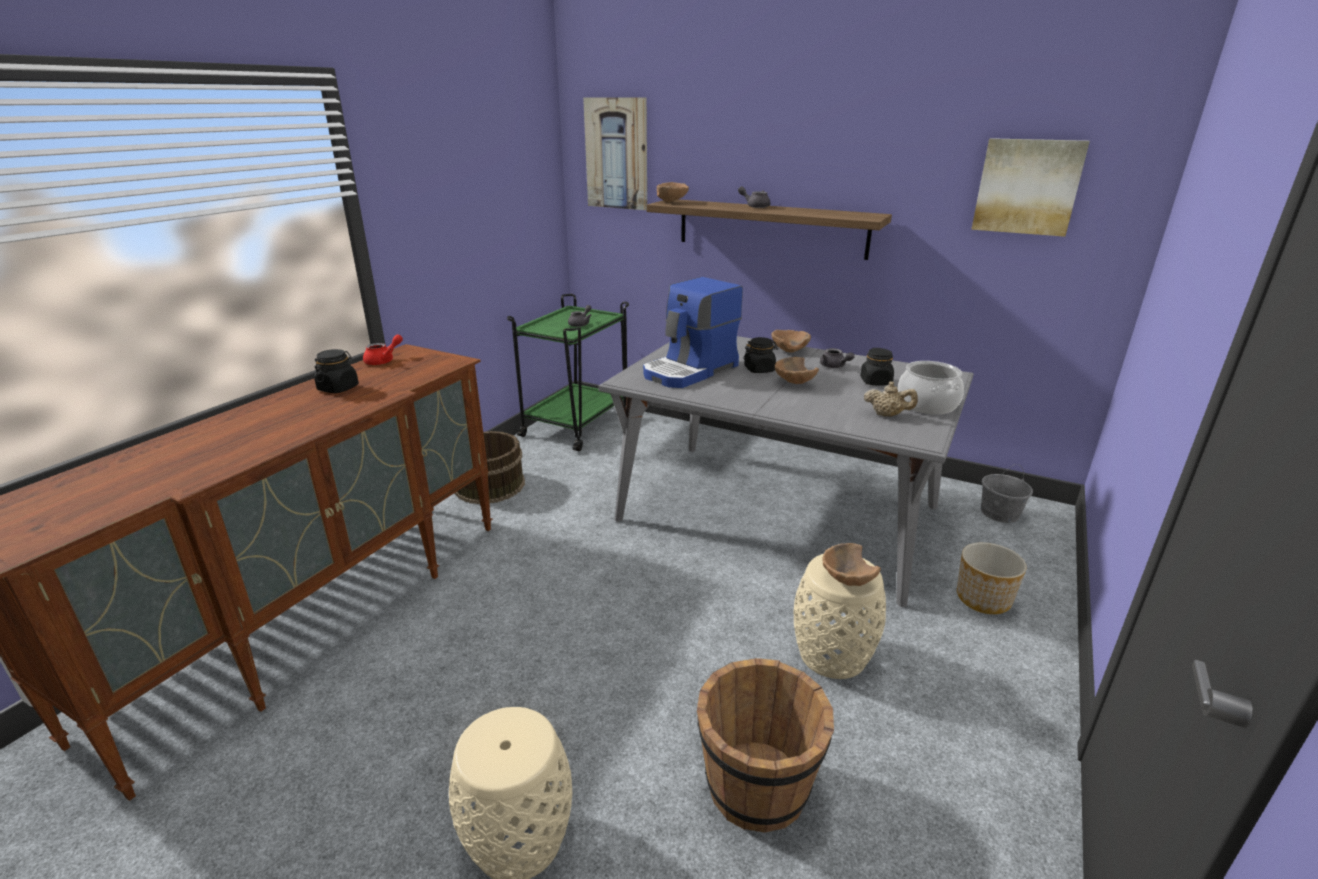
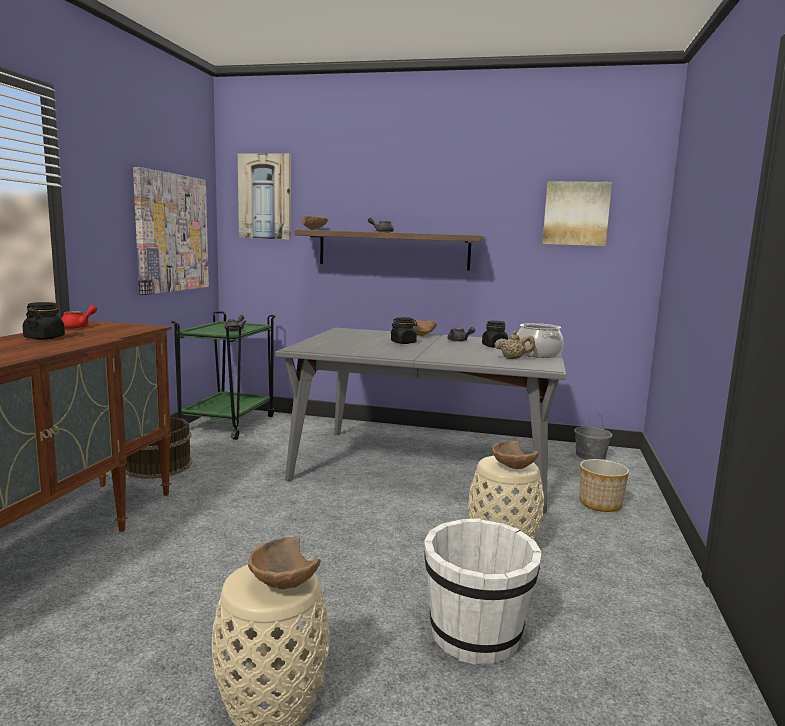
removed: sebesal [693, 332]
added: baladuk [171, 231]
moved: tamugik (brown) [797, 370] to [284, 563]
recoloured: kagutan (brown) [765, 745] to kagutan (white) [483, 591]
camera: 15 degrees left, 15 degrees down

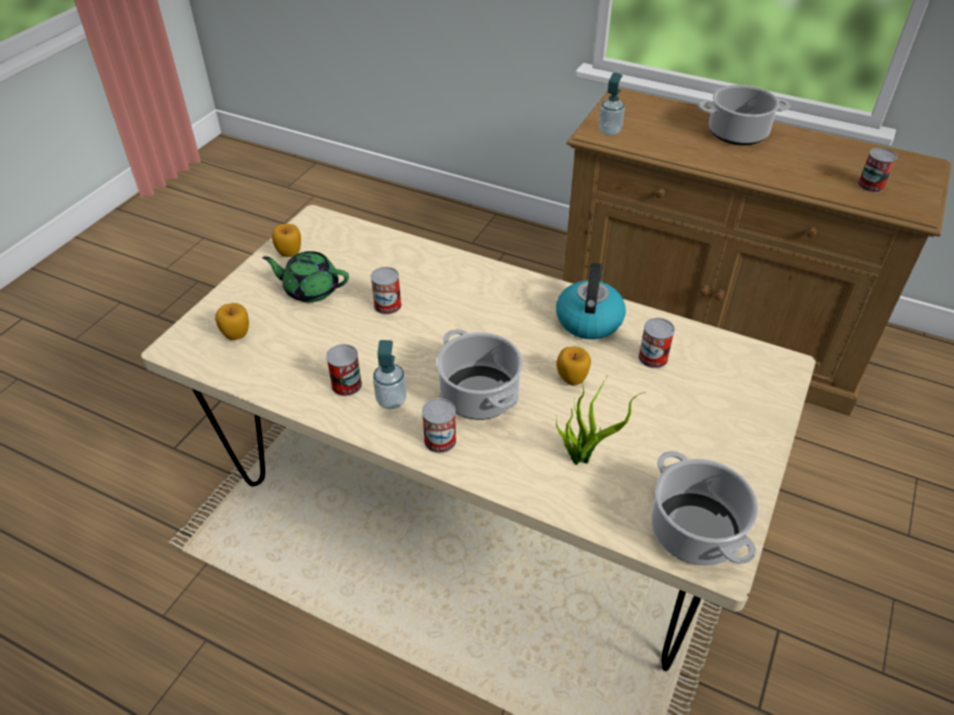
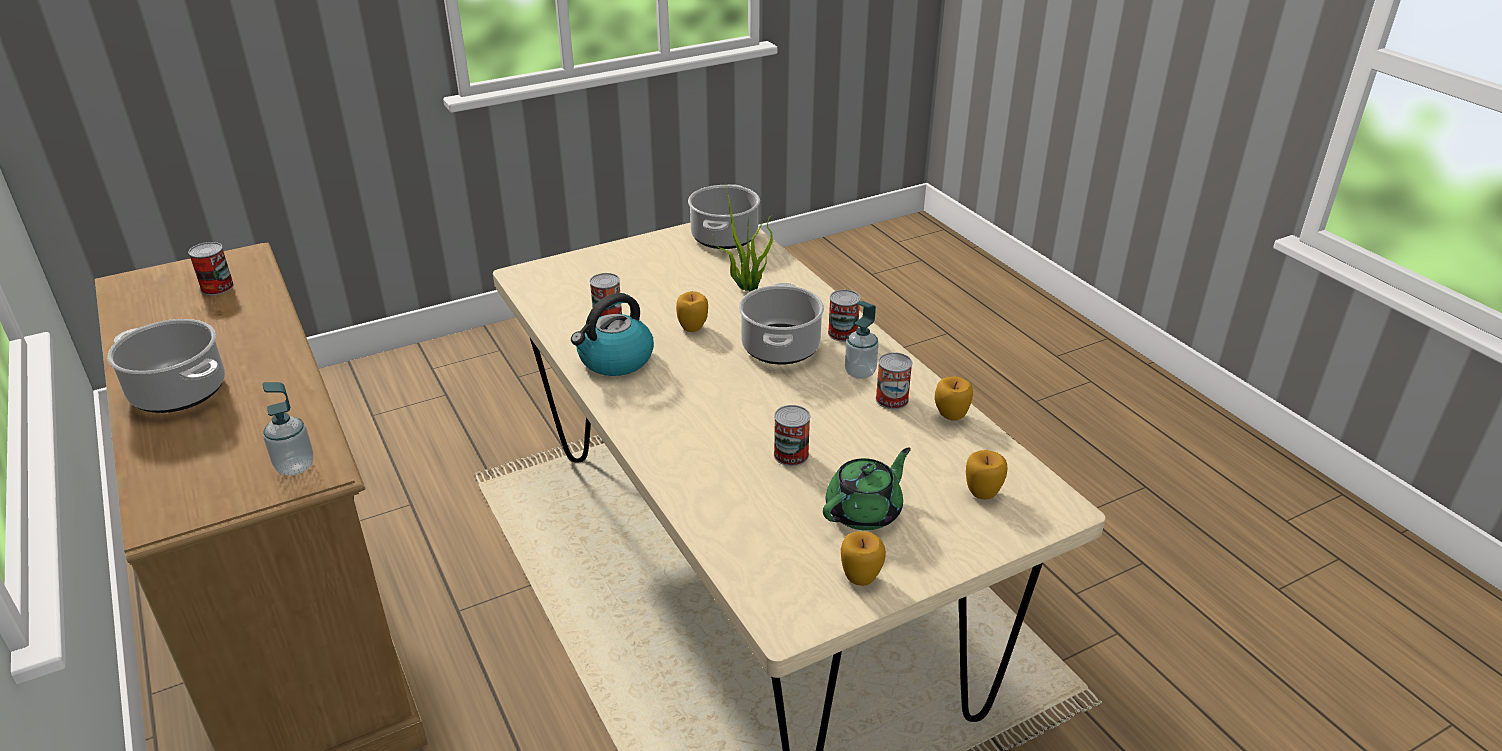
added: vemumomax [954, 399]
turned: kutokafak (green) [305, 276] = [867, 489] 90 degrees counterclockwise
camera: 145 degrees left, 10 degrees down

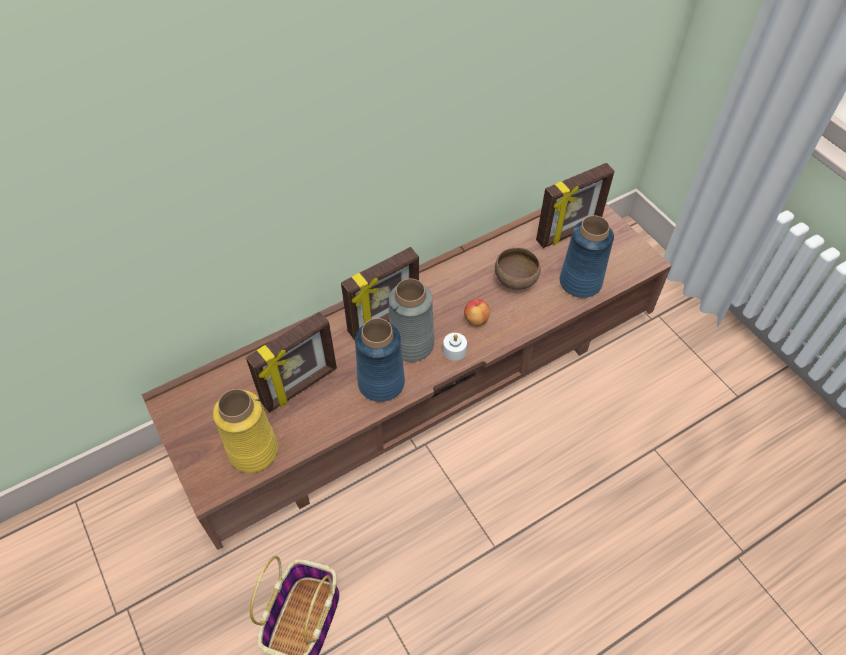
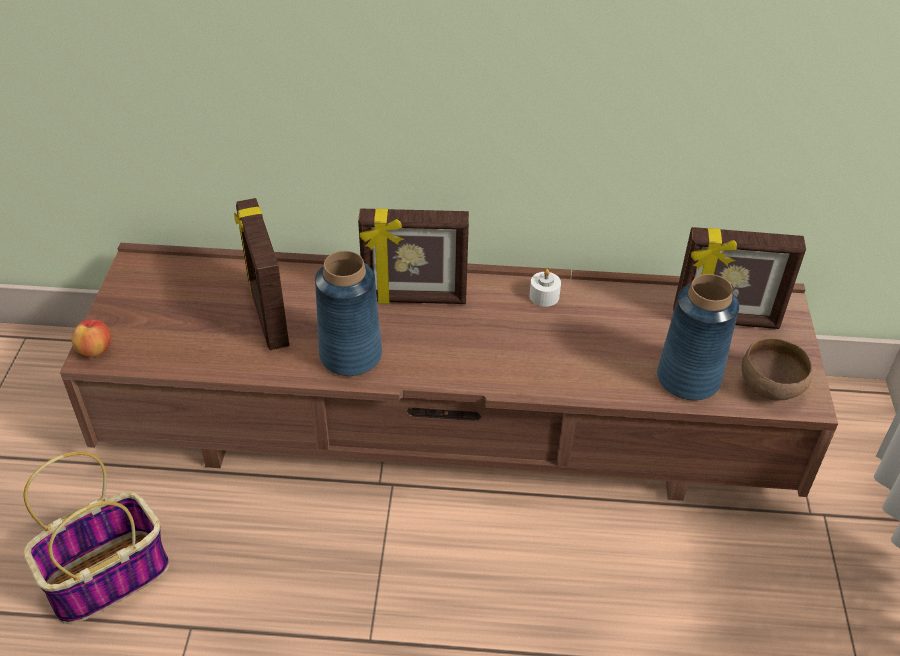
removed: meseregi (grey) [411, 320]; meseregi (yellow) [245, 431]
moved: tamugik (brown) [518, 268] to [777, 369]; vemumomax [477, 312] to [91, 338]; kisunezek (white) [455, 347] to [545, 288]
turned: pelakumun [291, 362] = [261, 274] 75 degrees clockwise
camera: 35 degrees right, 10 degrees down

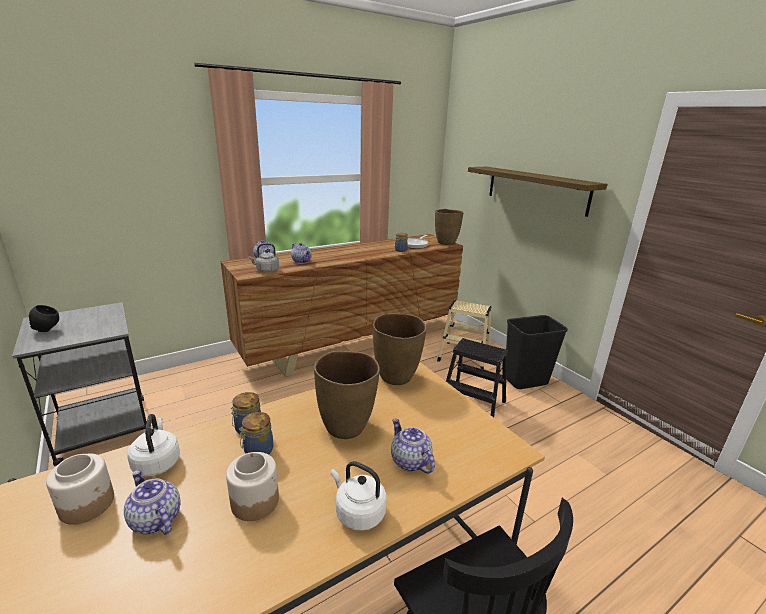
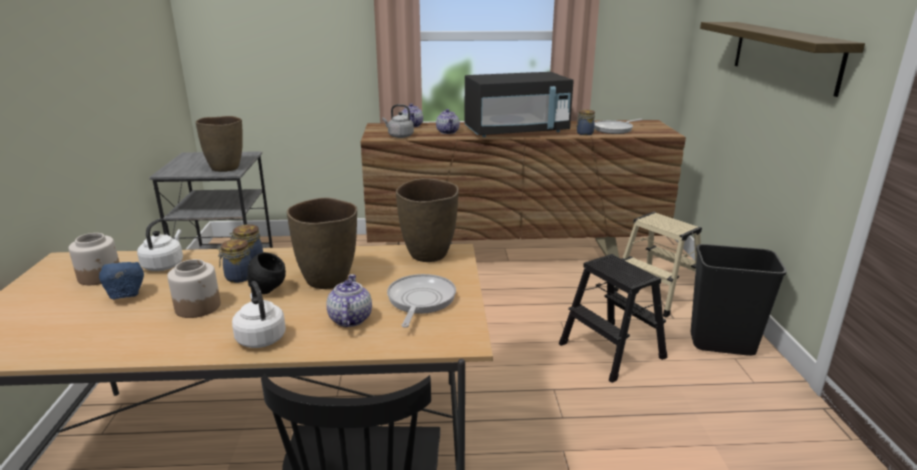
added: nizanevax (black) [519, 104]; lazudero [421, 301]
moved: meseregi (brown) [449, 227] to [219, 144]; tamugik (black) [44, 318] to [266, 273]
replaced: kutokafak [152, 502] to tamugik (blue) [121, 281]
camera: 30 degrees right, 0 degrees up

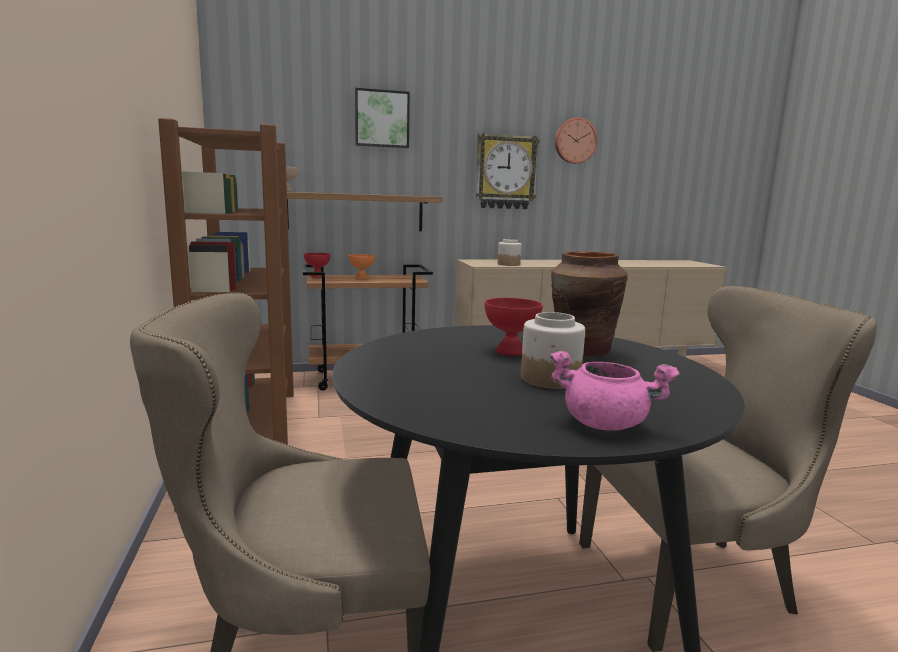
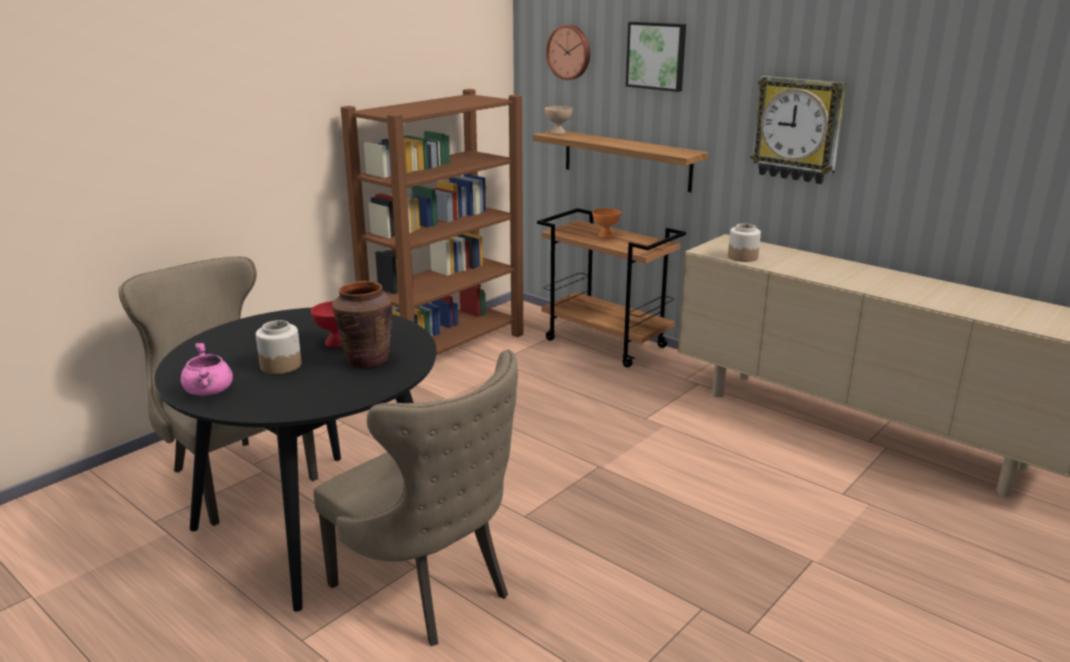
removed: tamugik (red) [317, 265]
moved: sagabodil [576, 140] to [568, 52]
camera: 55 degrees right, 10 degrees up

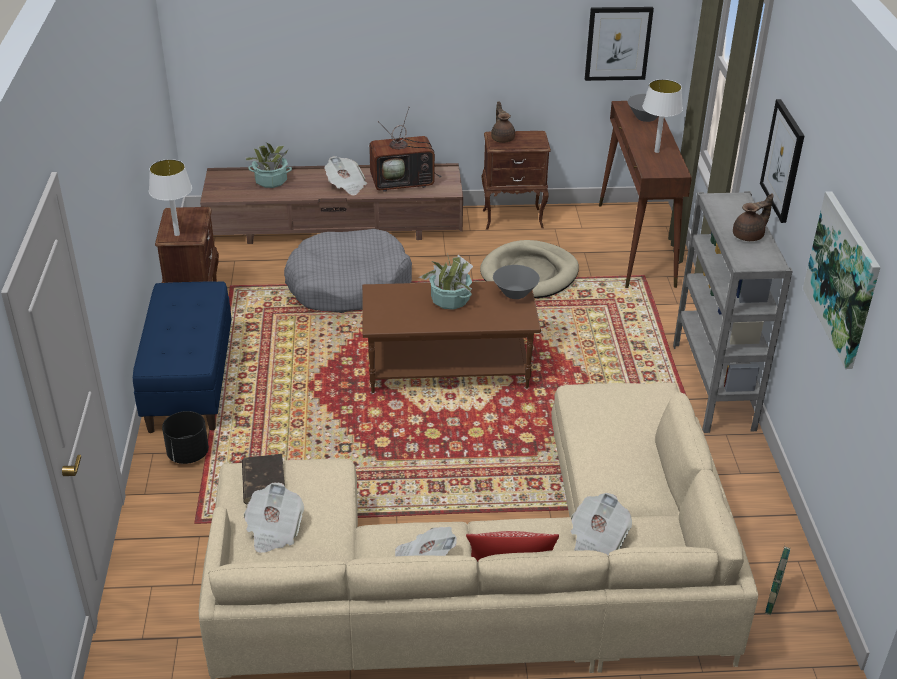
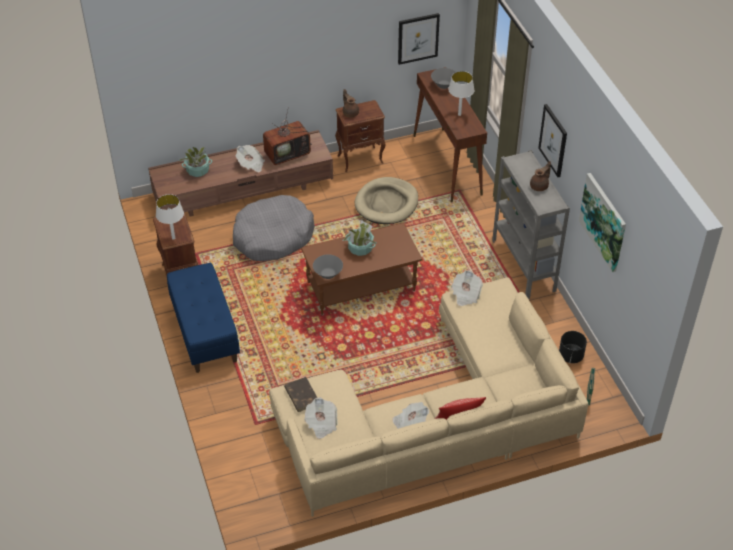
moved: tamugik (grey) [516, 282] to [328, 267]; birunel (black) [185, 437] to [573, 347]; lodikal [601, 524] to [467, 288]
camera: 15 degrees left, 10 degrees up

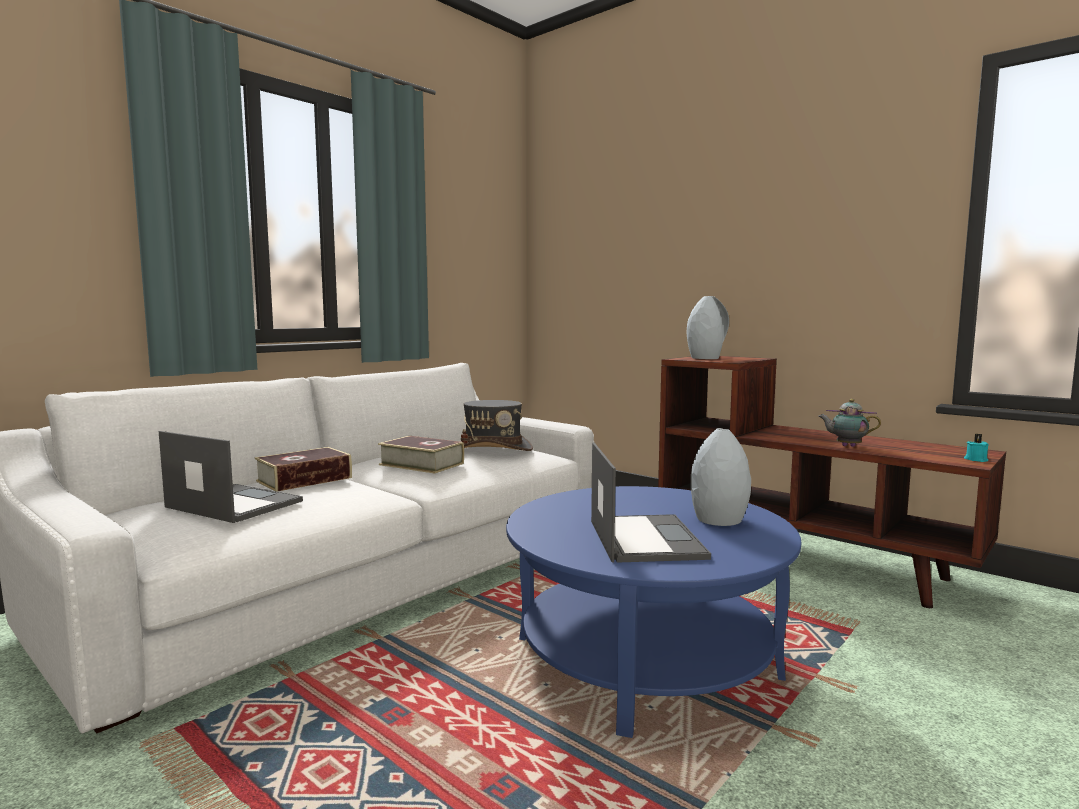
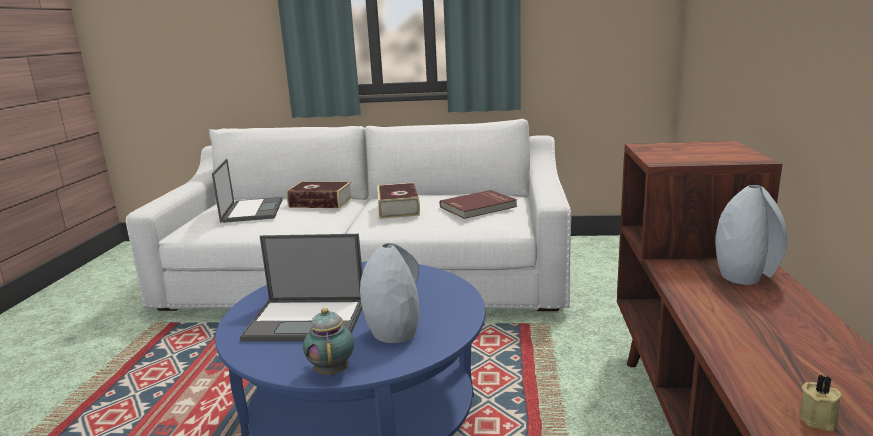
moved: meseregi (grey) [708, 327] to [751, 235]; kutokafak [850, 423] to [328, 341]
replaced: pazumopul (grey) [497, 425] to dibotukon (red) [478, 204]
recoloured: kisunezek (turquoise) [976, 448] to kisunezek (beige) [820, 403]
turned: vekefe [651, 502] = [301, 287] 45 degrees clockwise
camera: 55 degrees right, 10 degrees up

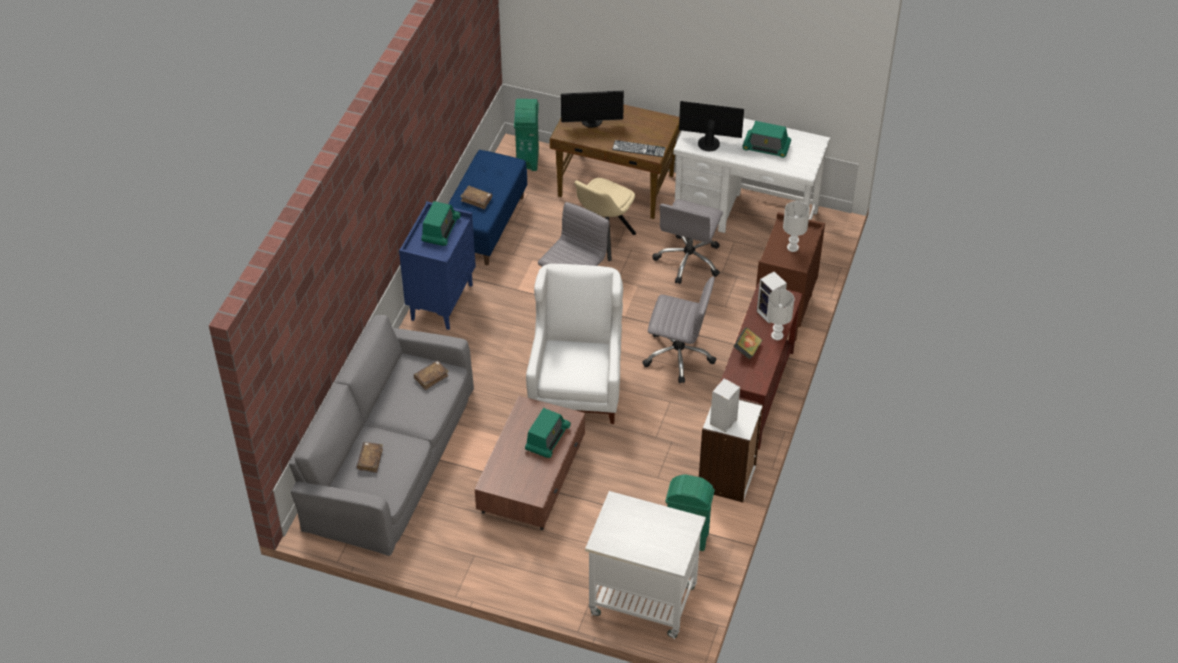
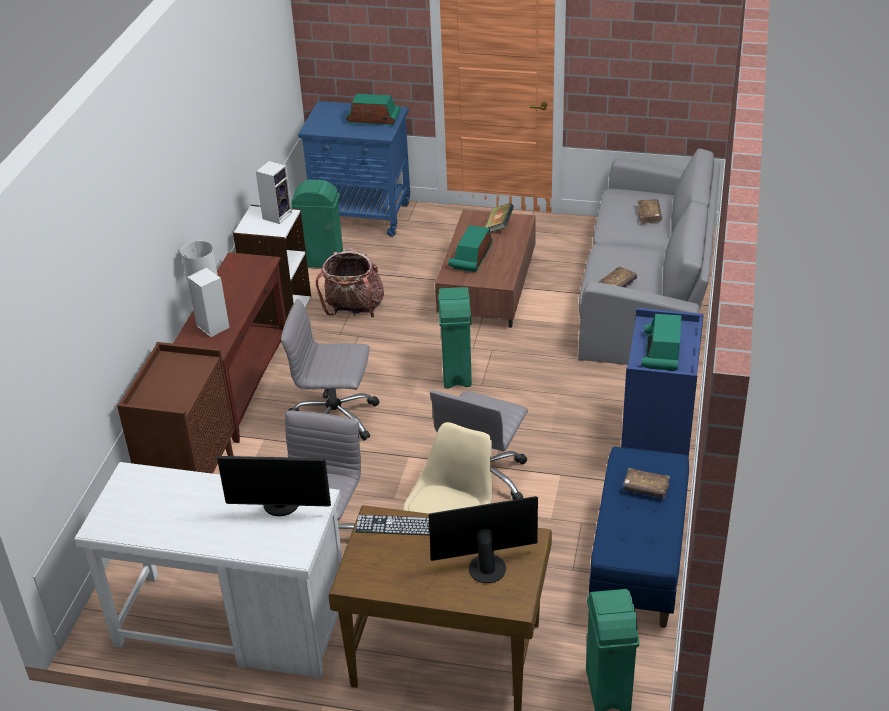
removed: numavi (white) [796, 226]
added: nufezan [350, 283]
moved: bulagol [767, 139] to [373, 110]; dibotukon [747, 343] to [499, 218]
replaced: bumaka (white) [574, 344] to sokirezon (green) [455, 337]
recoloured: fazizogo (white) [645, 565] to fazizogo (blue) [354, 169]
camera: 175 degrees right, 10 degrees down

